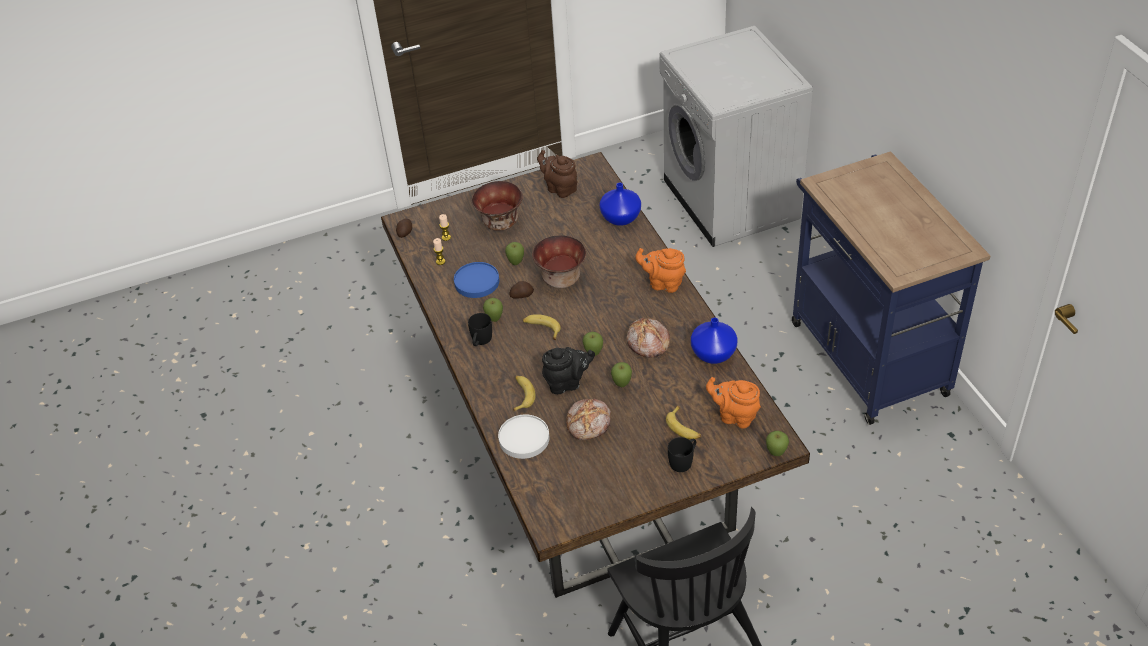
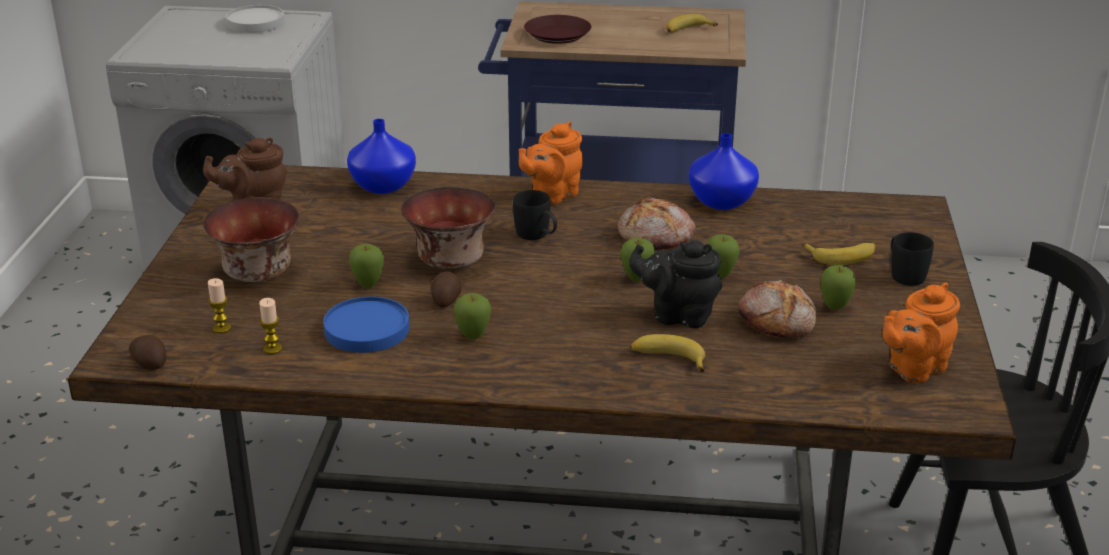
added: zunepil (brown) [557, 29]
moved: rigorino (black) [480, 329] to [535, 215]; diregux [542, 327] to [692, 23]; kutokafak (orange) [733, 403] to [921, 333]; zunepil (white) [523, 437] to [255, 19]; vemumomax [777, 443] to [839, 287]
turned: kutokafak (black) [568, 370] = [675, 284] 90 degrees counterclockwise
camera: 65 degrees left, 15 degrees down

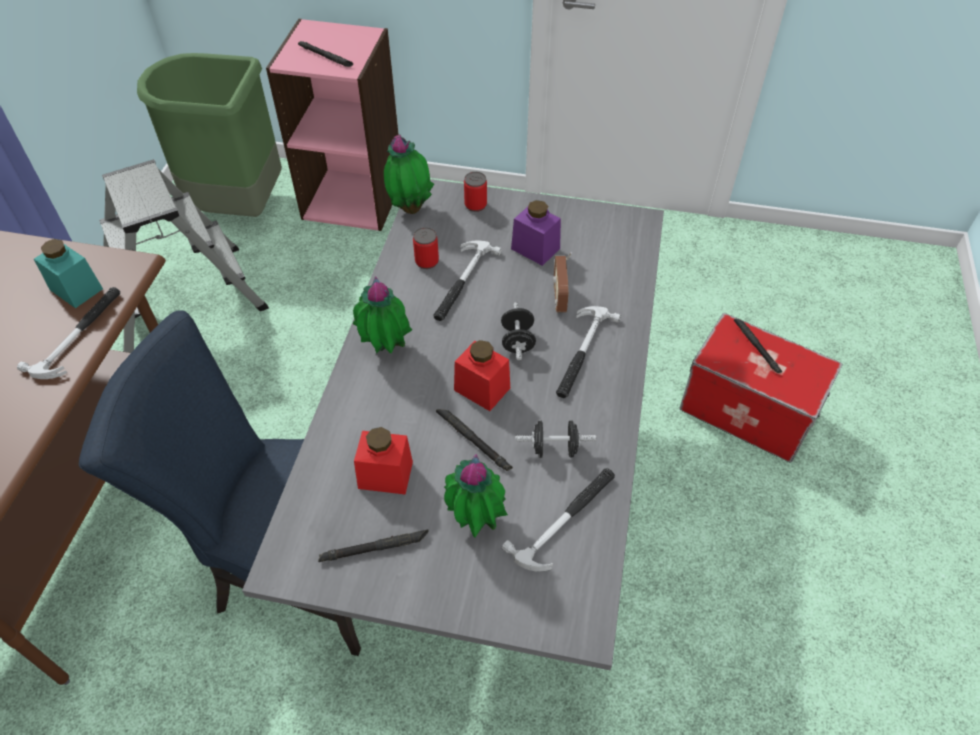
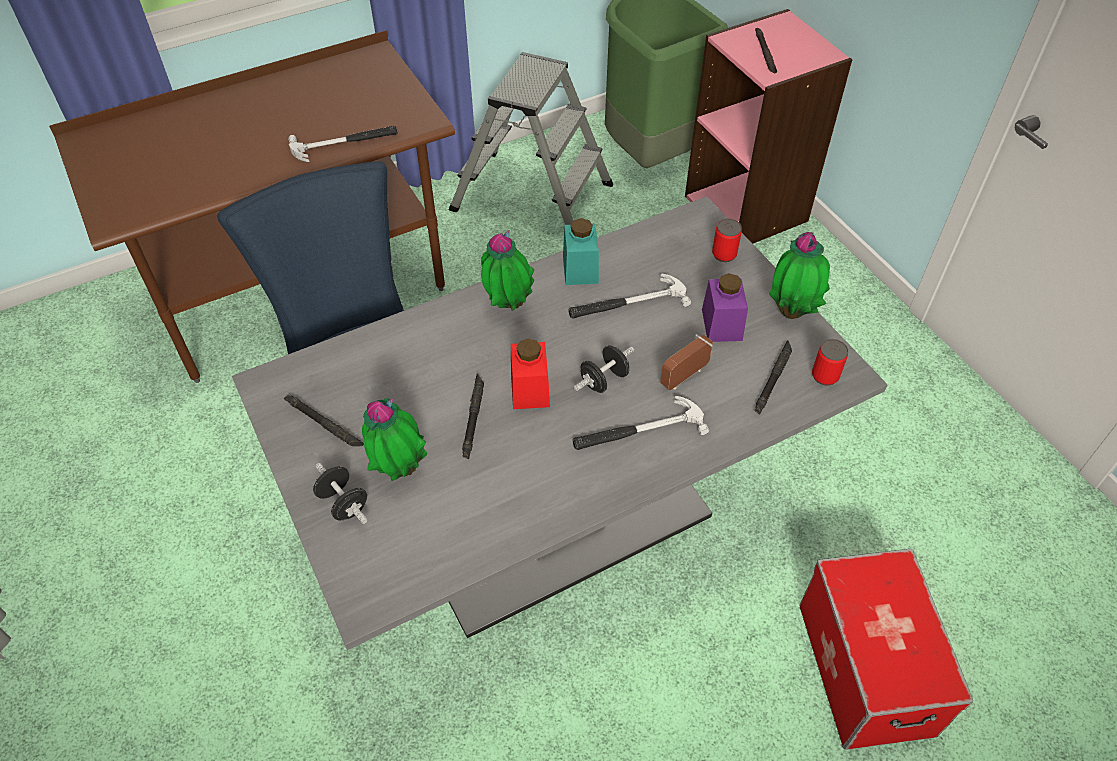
removed: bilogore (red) [383, 461]; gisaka [558, 520]
moved: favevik [409, 174] to [799, 275]; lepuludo [426, 248] to [830, 362]; bilogore (turquoise) [68, 273] to [581, 251]; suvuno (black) [758, 346] to [773, 377]; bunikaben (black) [555, 439] to [340, 493]
camera: 50 degrees right, 0 degrees up

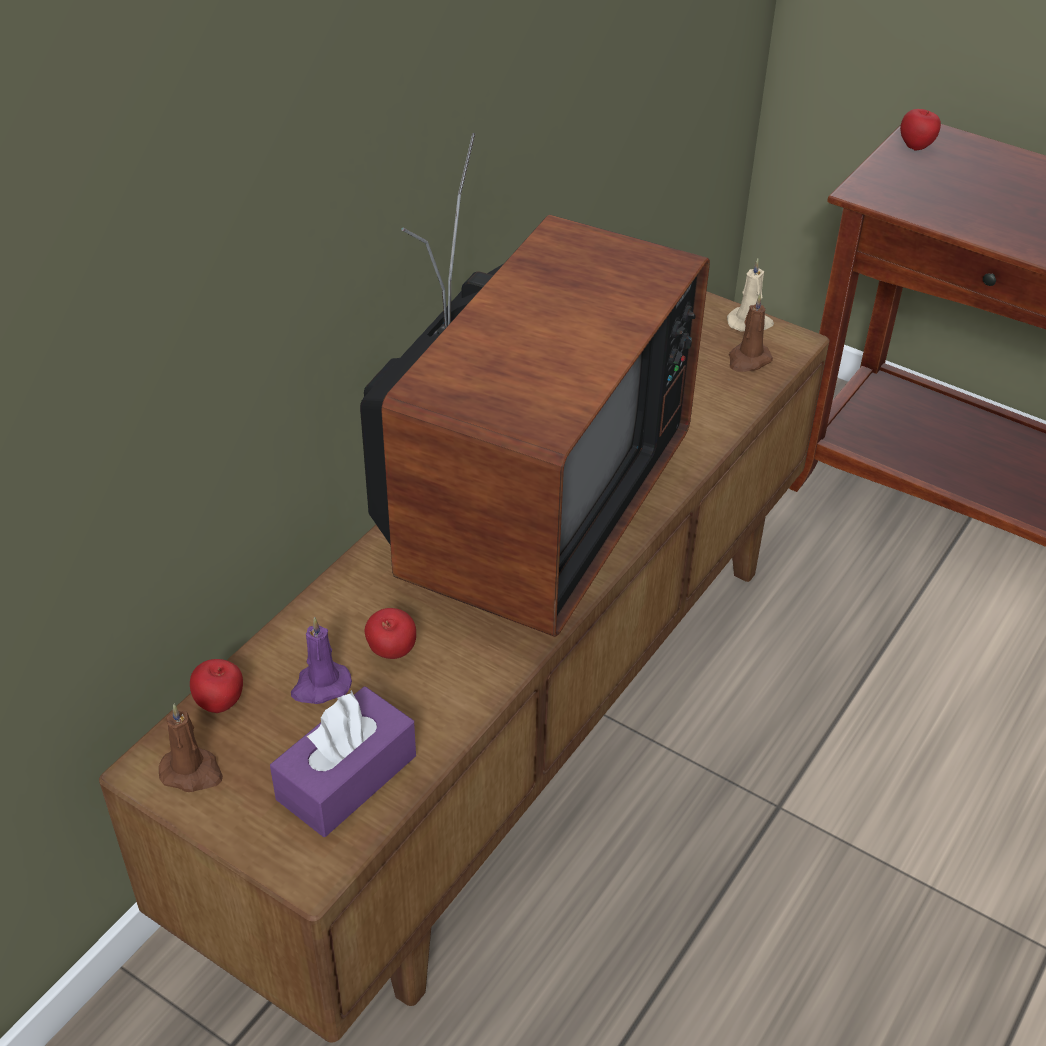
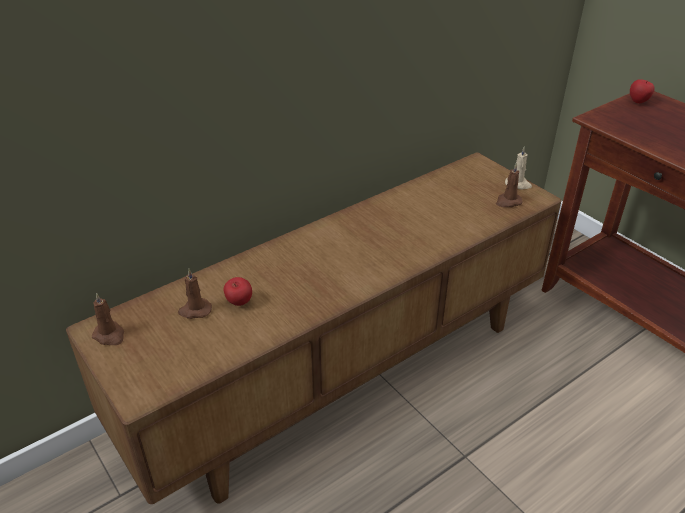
removed: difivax [535, 385]; vemumomax [216, 686]; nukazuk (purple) [343, 761]
recoloured: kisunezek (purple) [321, 660] to kisunezek (brown) [195, 294]
camera: 20 degrees right, 5 degrees down

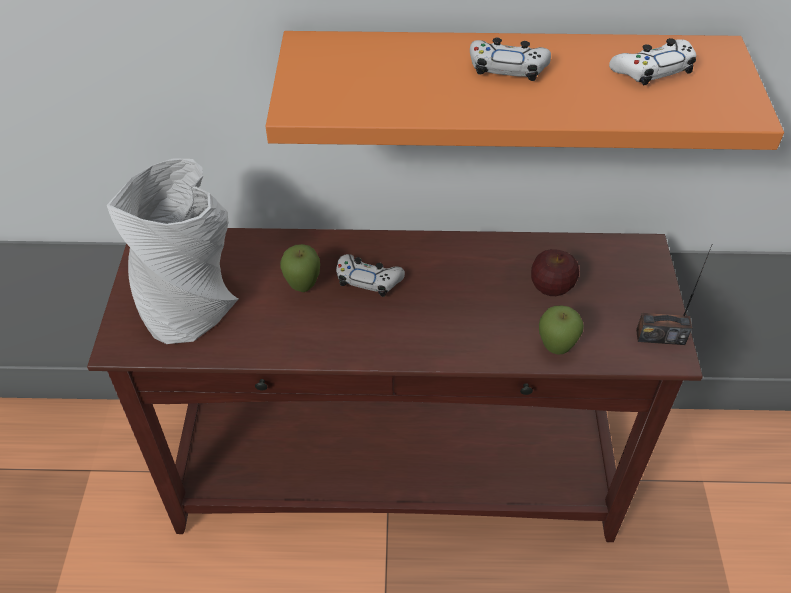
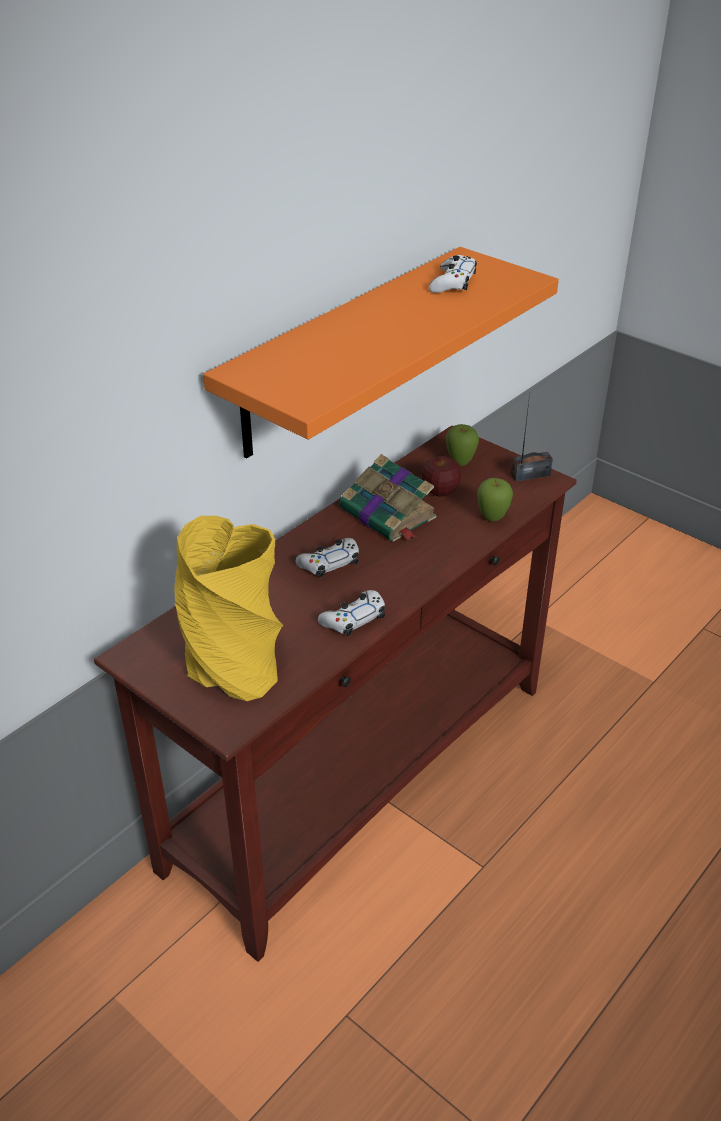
added: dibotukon [388, 498]
moved: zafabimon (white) [510, 59] to [351, 613]; vemumomax [300, 268] to [462, 445]
recoloured: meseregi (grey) [172, 251] to meseregi (yellow) [229, 608]
turned: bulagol [674, 295] = [532, 437] 150 degrees counterclockwise
camera: 50 degrees left, 10 degrees down

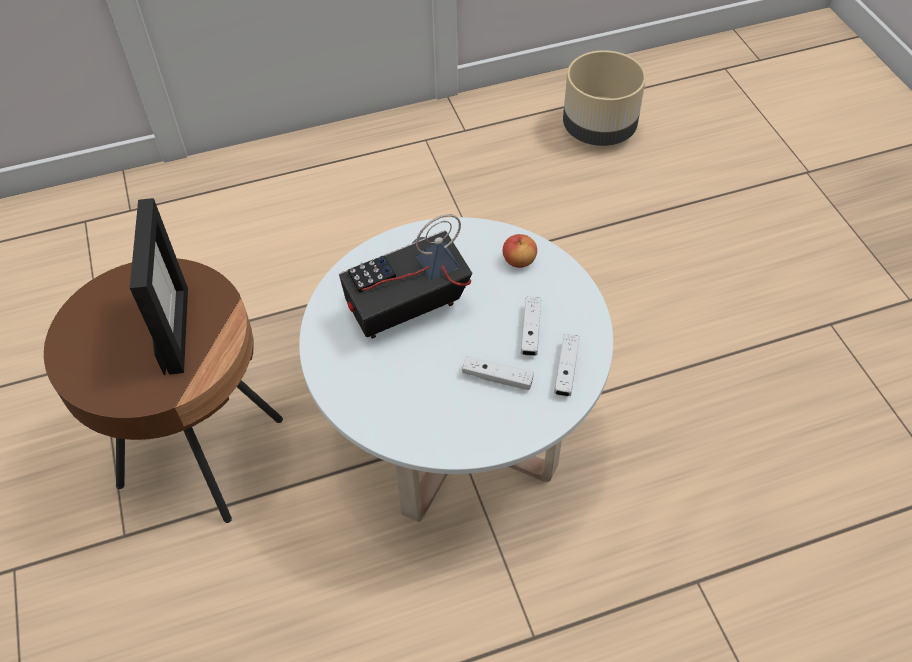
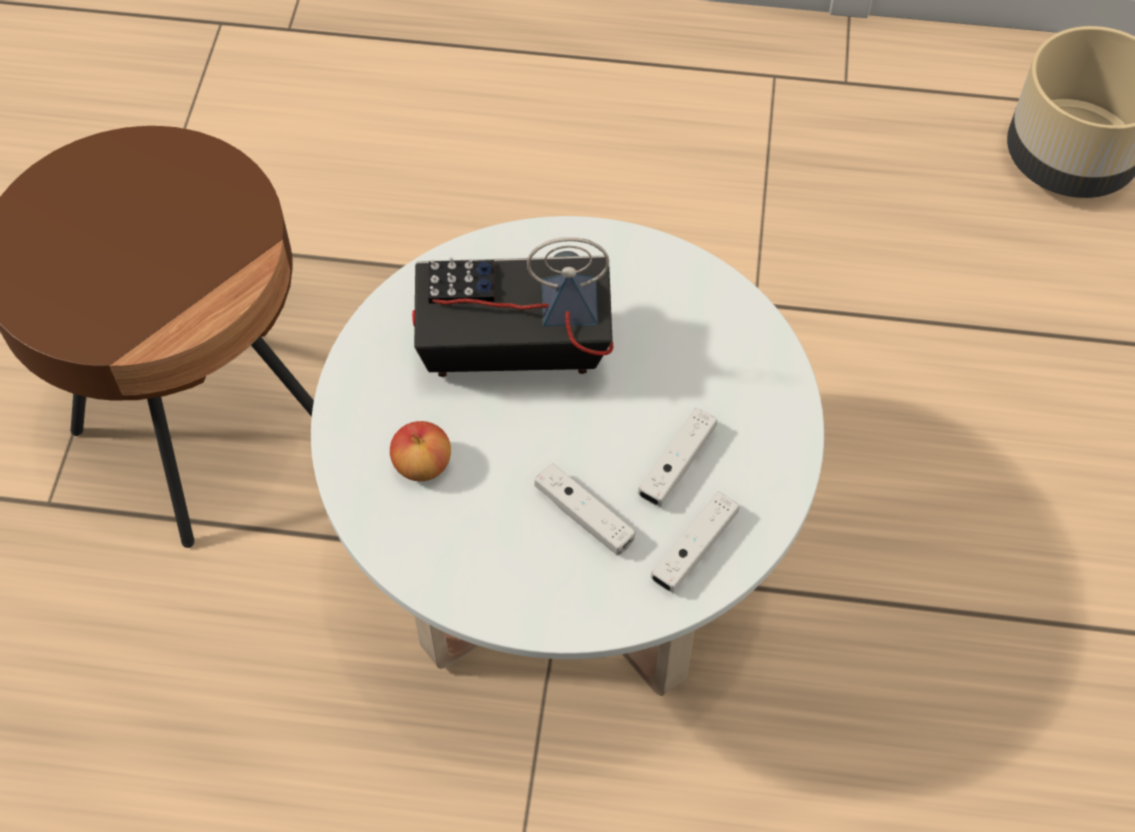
removed: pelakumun [159, 286]
moved: vemumomax [520, 251] to [420, 451]
camera: 25 degrees right, 5 degrees up

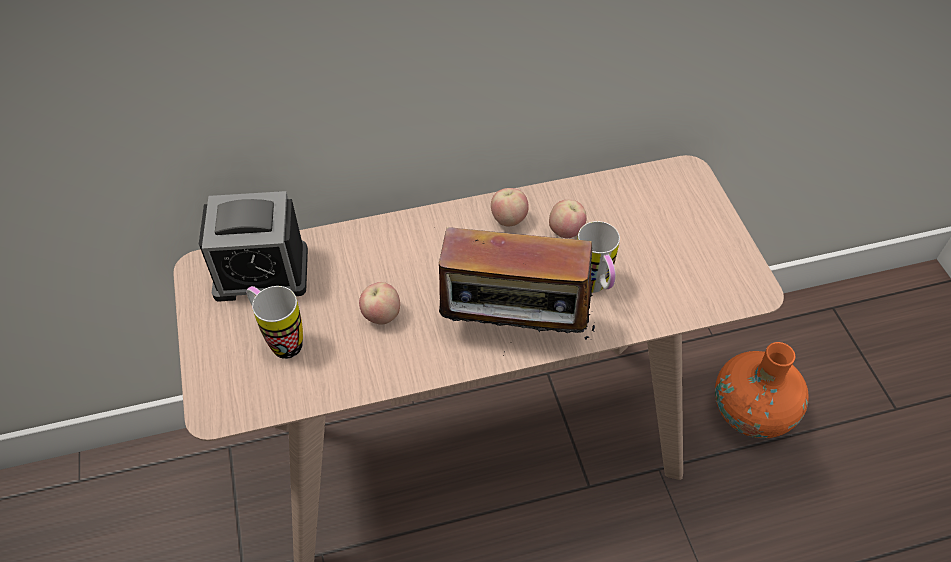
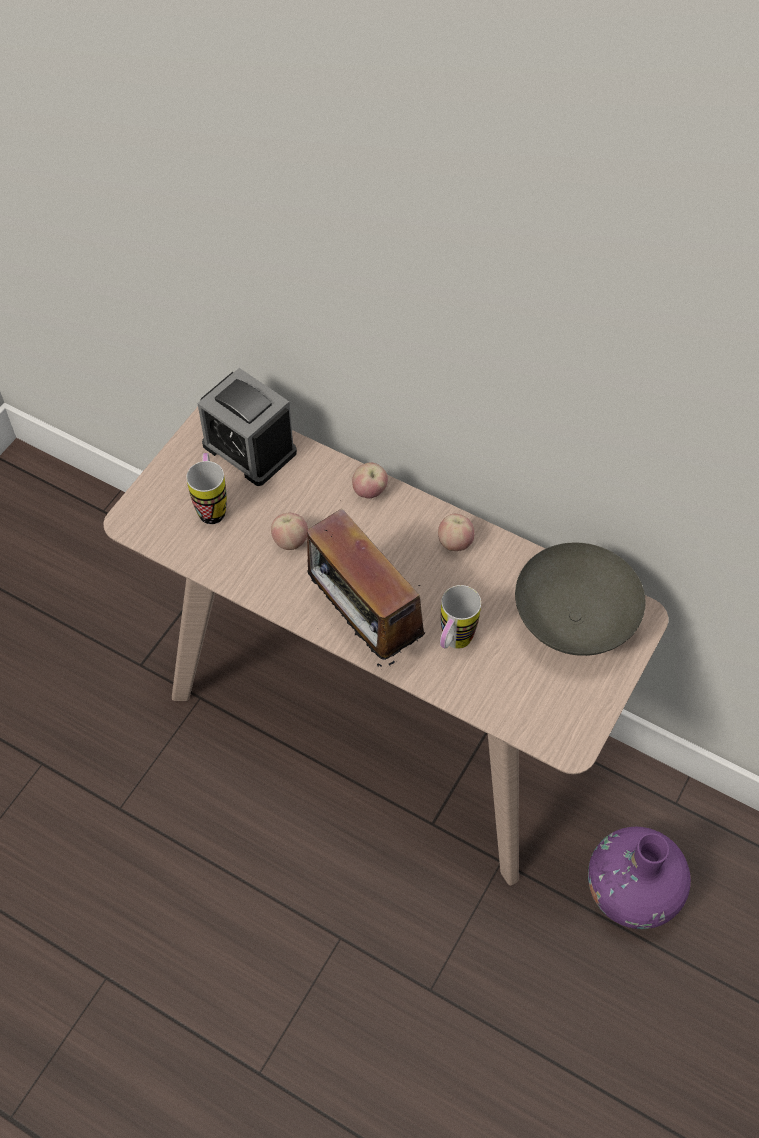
added: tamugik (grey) [580, 599]
moved: vemumomax [568, 219] to [370, 481]
recoloured: meseregi (orange) [762, 390] to meseregi (purple) [639, 878]
camera: 45 degrees right, 5 degrees up

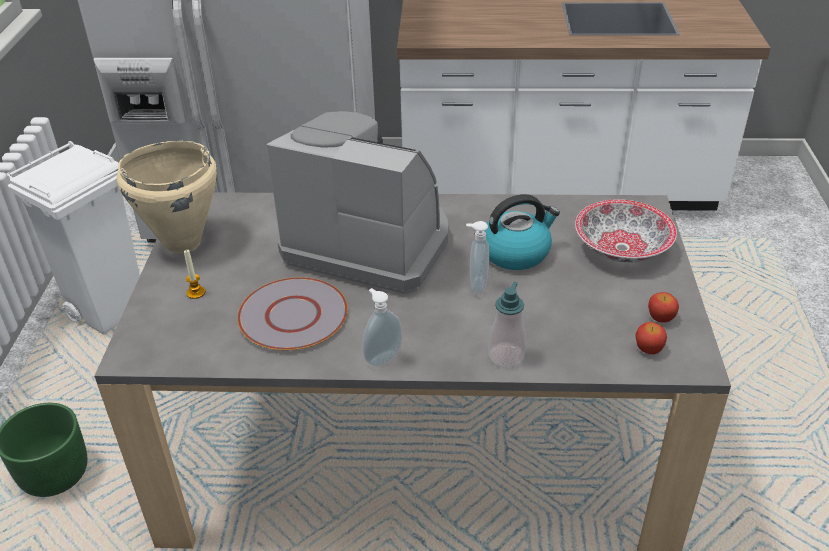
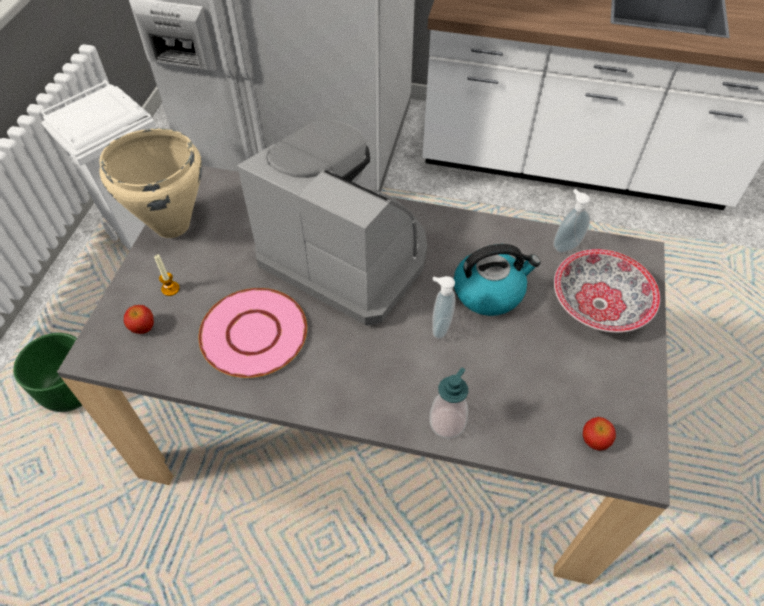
moved: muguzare [382, 327] to [571, 221]; vemumomax [663, 307] to [139, 319]
recoloured: zunepil (grey) [292, 314] to zunepil (pink) [253, 333]
camera: 10 degrees right, 15 degrees up

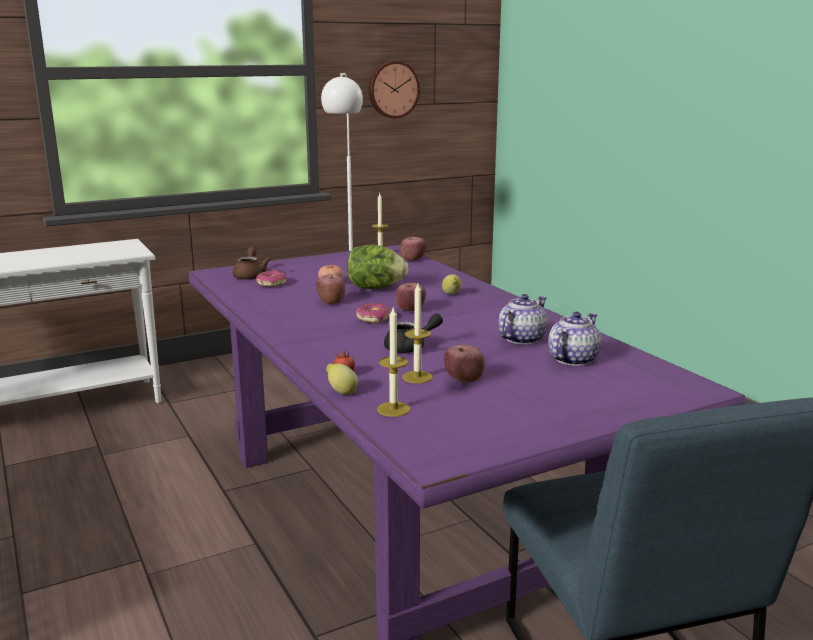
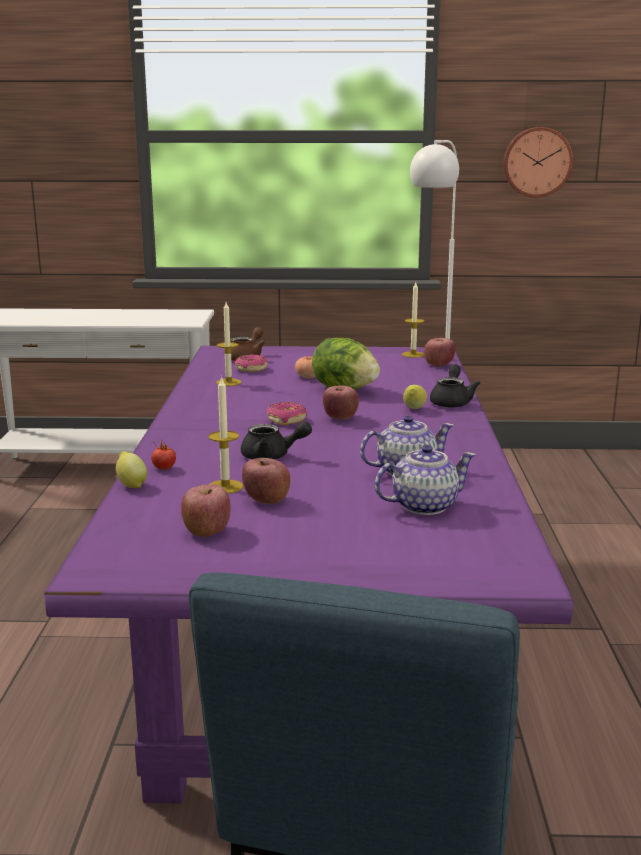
added: kutokafak (black) [455, 386]
moved: vemumomax [330, 289] to [206, 510]; kisunezek [393, 362] to [229, 344]
camera: 30 degrees right, 0 degrees up

